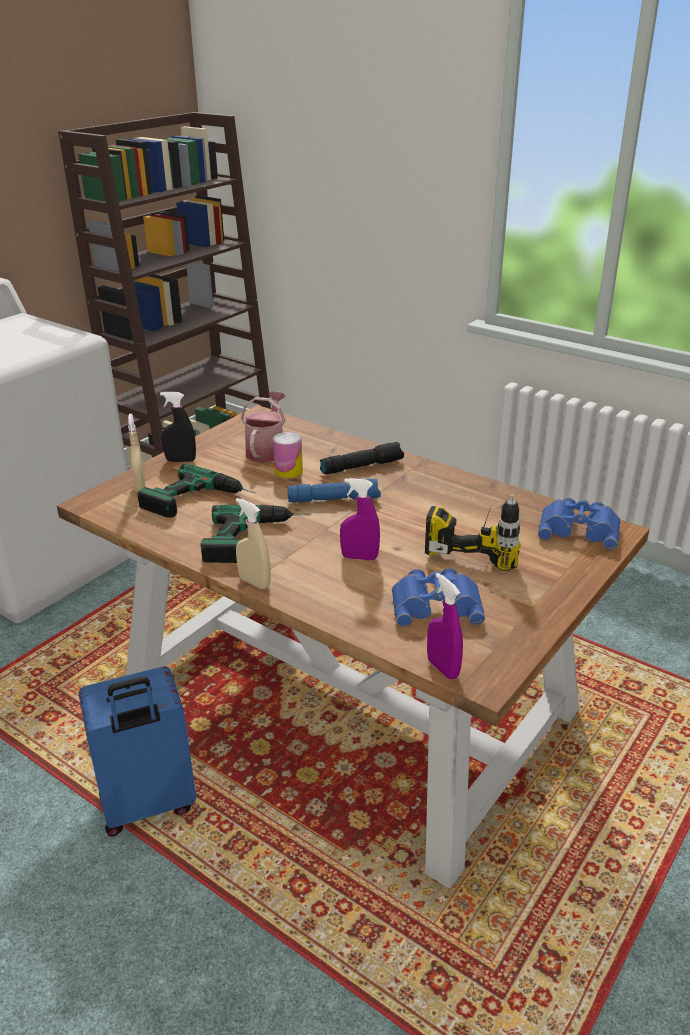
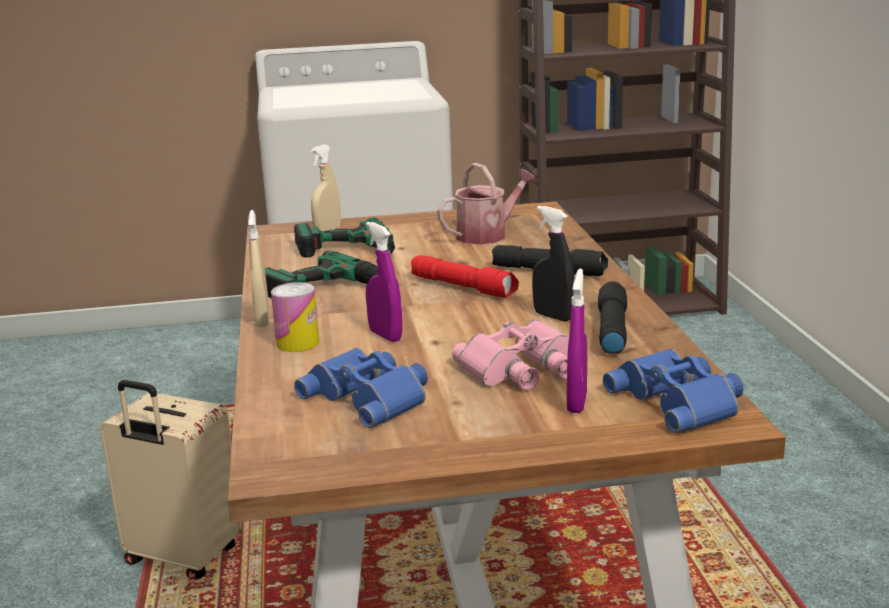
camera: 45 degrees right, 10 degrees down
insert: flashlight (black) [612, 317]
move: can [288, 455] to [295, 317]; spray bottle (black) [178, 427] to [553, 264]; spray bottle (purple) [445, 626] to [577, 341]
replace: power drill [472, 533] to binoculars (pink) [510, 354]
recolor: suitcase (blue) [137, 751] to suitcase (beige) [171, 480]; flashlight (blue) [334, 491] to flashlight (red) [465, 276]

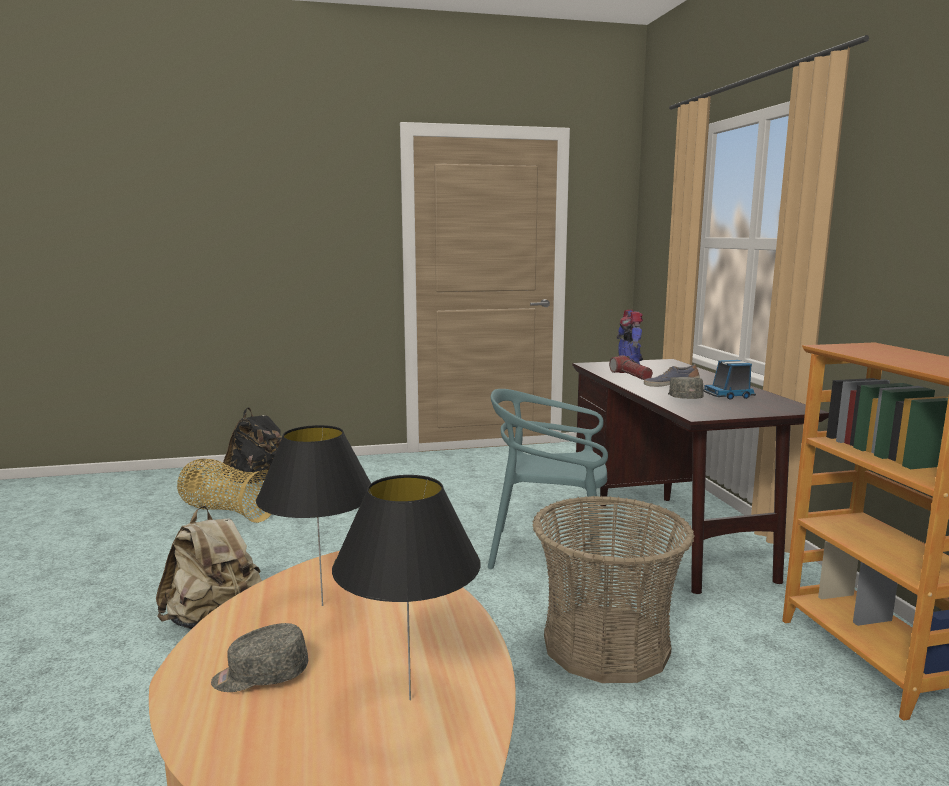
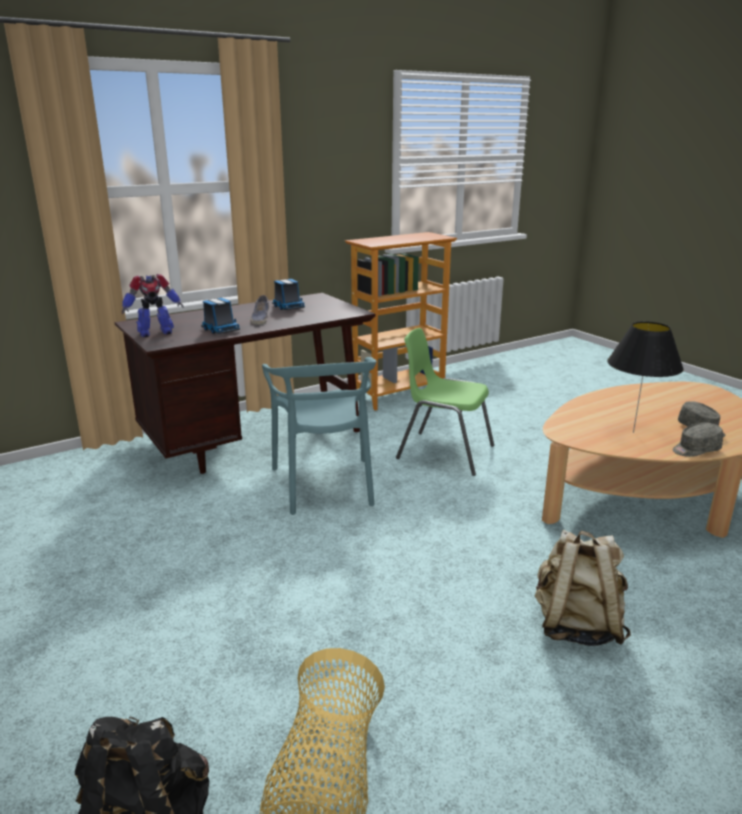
camera: 110 degrees left, 10 degrees up
delete: table lamp (black) [406, 587]
move: cap (grey) [686, 388] to [697, 439]
replace: flashlight [631, 367] to toy truck [220, 316]; basket [613, 589] to chair (green) [445, 402]

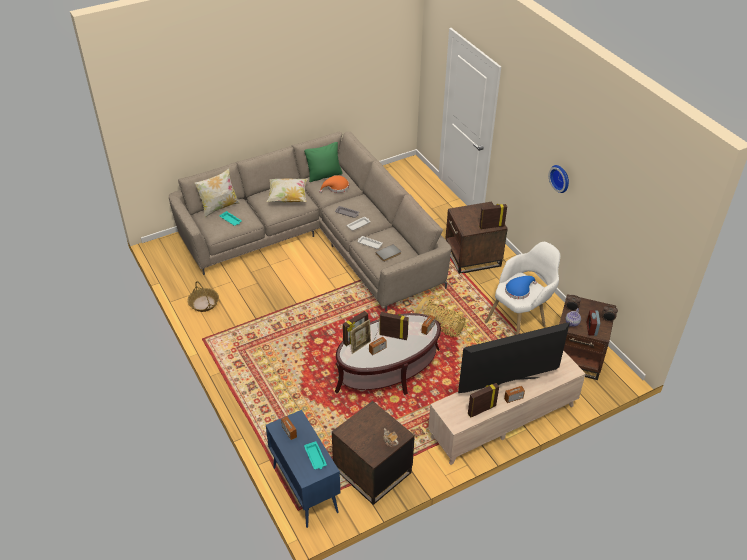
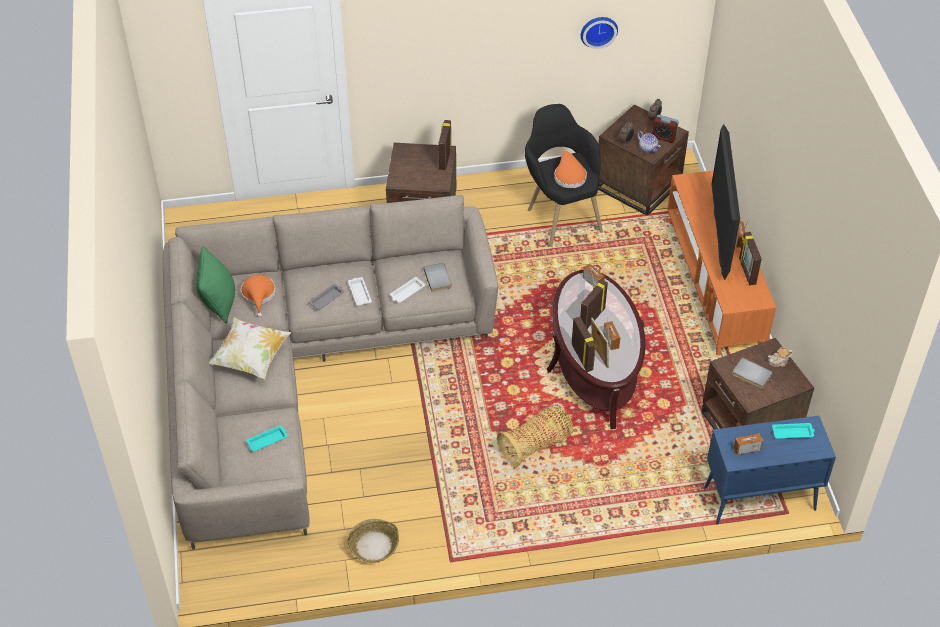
camera: 70 degrees left, 5 degrees up
delete: pillow [217, 193]
insert: book (grey) [752, 373]
move: basket [440, 317] to [535, 436]; wall clock [559, 179] to [599, 33]
recolor: armchair (white) [522, 288] to armchair (black) [564, 175]; hat (blue) [521, 287] to hat (orange) [570, 169]; tv stand (beige) [507, 407] to tv stand (orange) [721, 262]

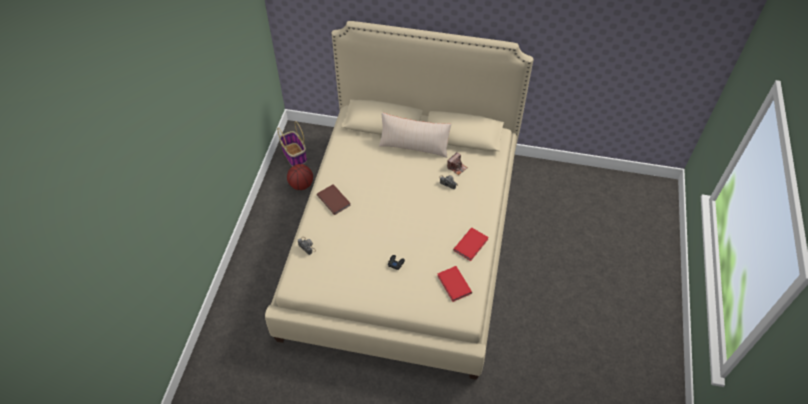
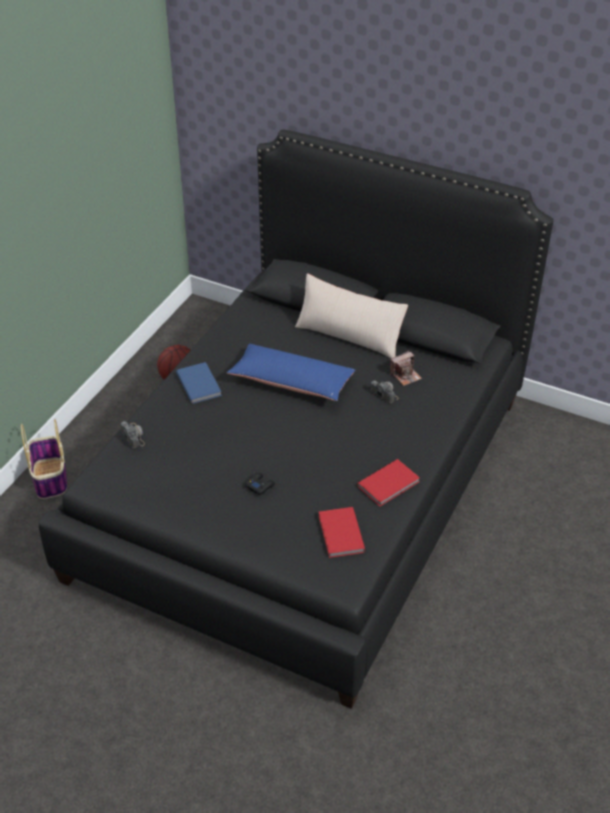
camera: 15 degrees right, 10 degrees down
insert: pillow (blue) [291, 372]
move: basket [292, 144] to [44, 459]
recolor: bed (beige) [399, 200] to bed (black) [296, 419]; book (brown) [334, 199] to book (blue) [199, 383]

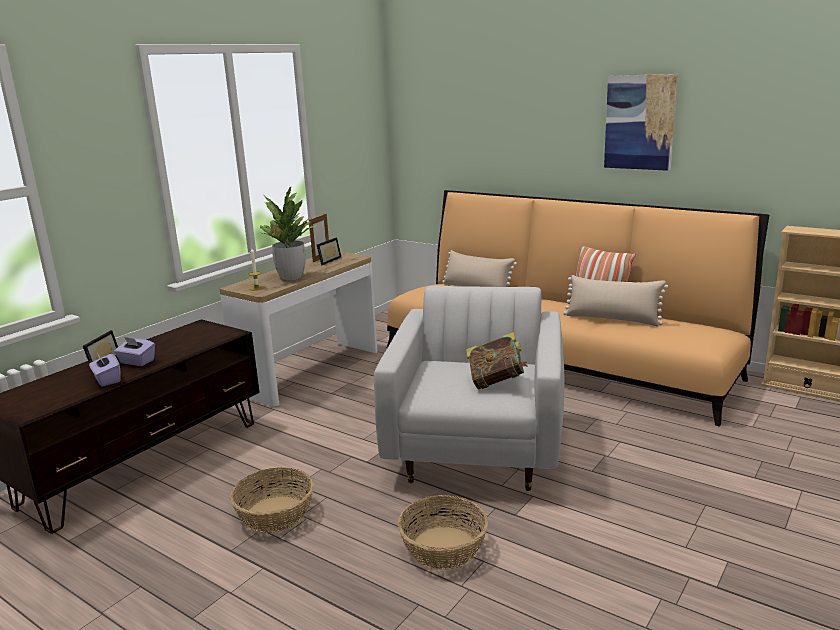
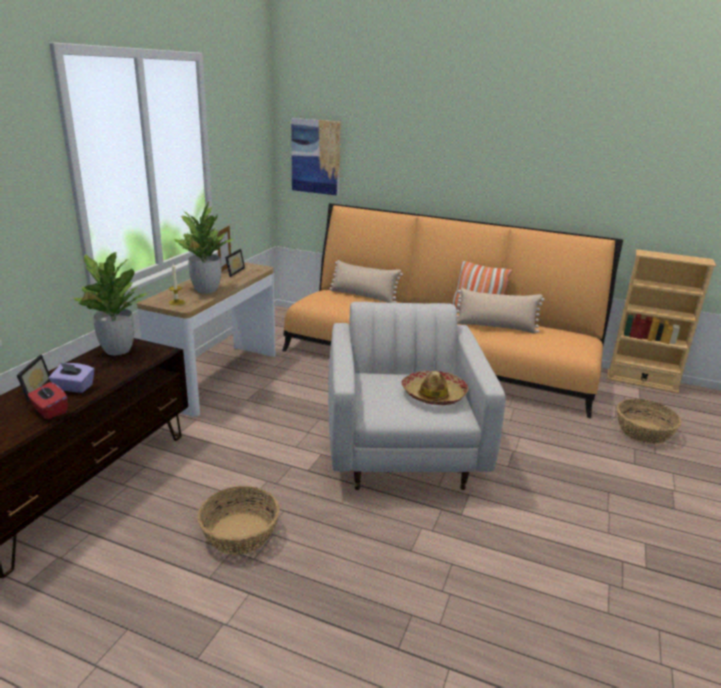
camera: 15 degrees left, 5 degrees up
insert: potted plant [110, 303]
move: picture [641, 122] to [316, 157]; basket [443, 532] to [649, 421]
replace: book [497, 360] to hat [435, 388]
recolor: tissue box (purple) [105, 369] to tissue box (red) [48, 400]

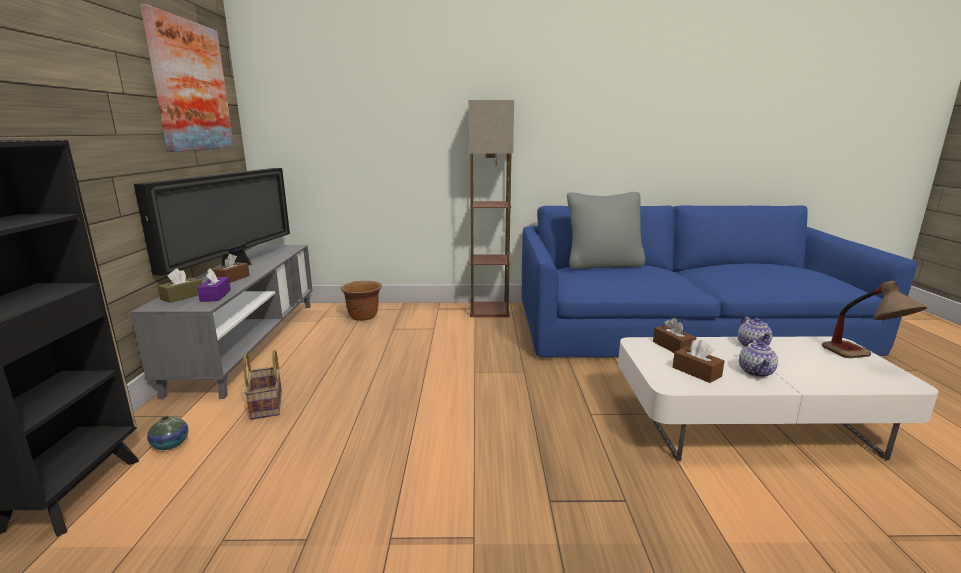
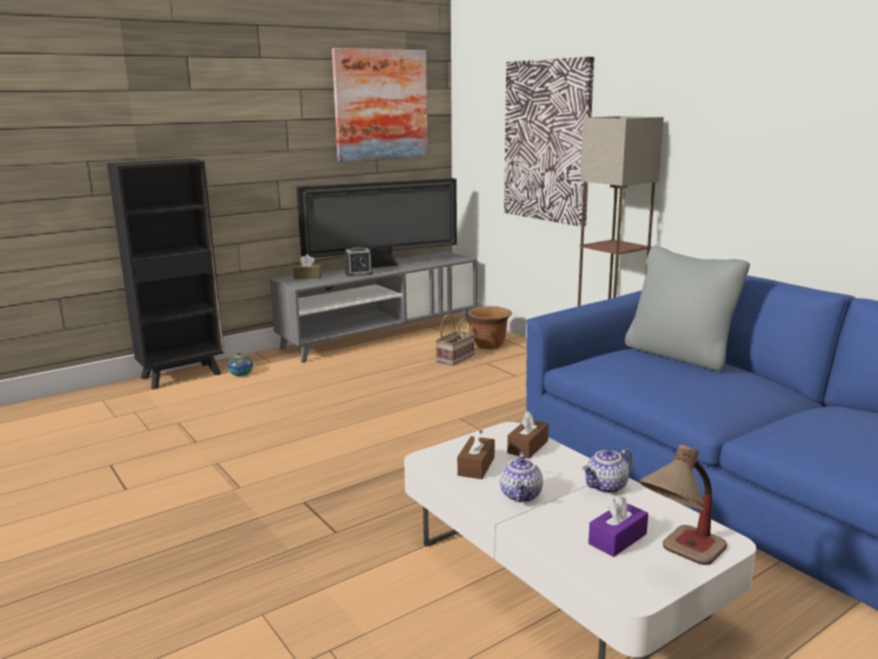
camera: 55 degrees right, 0 degrees up
insert: picture [549, 142]
move: basket [262, 385] to [455, 340]; tissue box (purple) [214, 285] to [618, 525]
replace: tissue box (brown) [231, 268] to alarm clock [358, 261]
rotate: teapot [758, 358] = [521, 477] 60 degrees counterclockwise

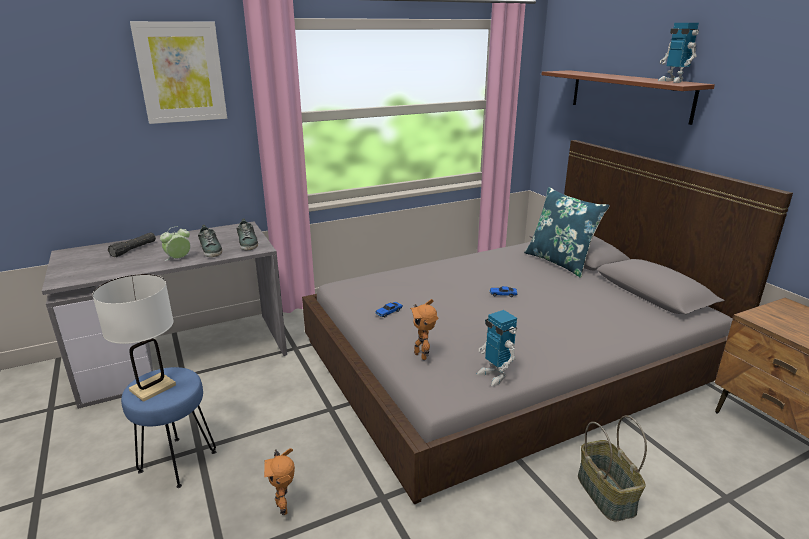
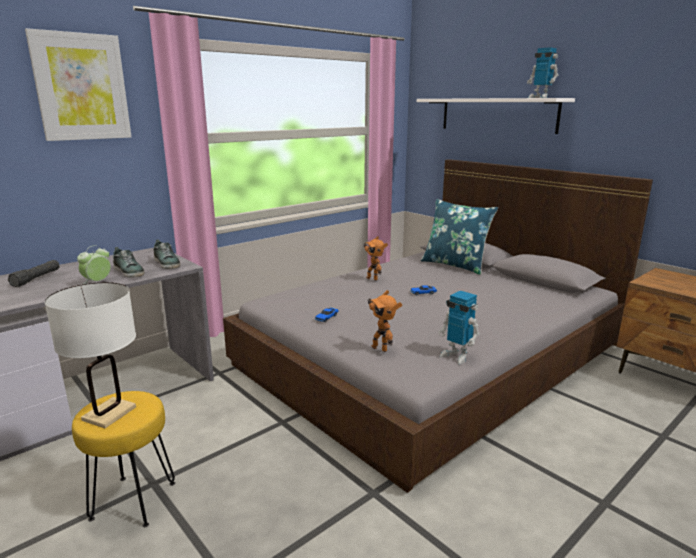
camera: 15 degrees left, 5 degrees down
delete: basket [612, 468]
move: toy robot [279, 482] to [375, 258]
recolor: stool (blue) [168, 427] to stool (yellow) [123, 459]; shelf (brown) [628, 97] to shelf (white) [496, 116]

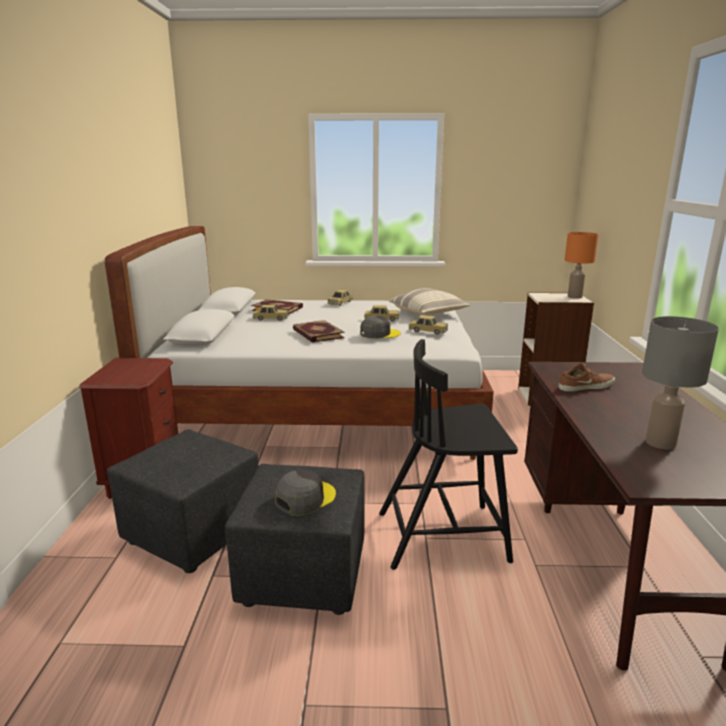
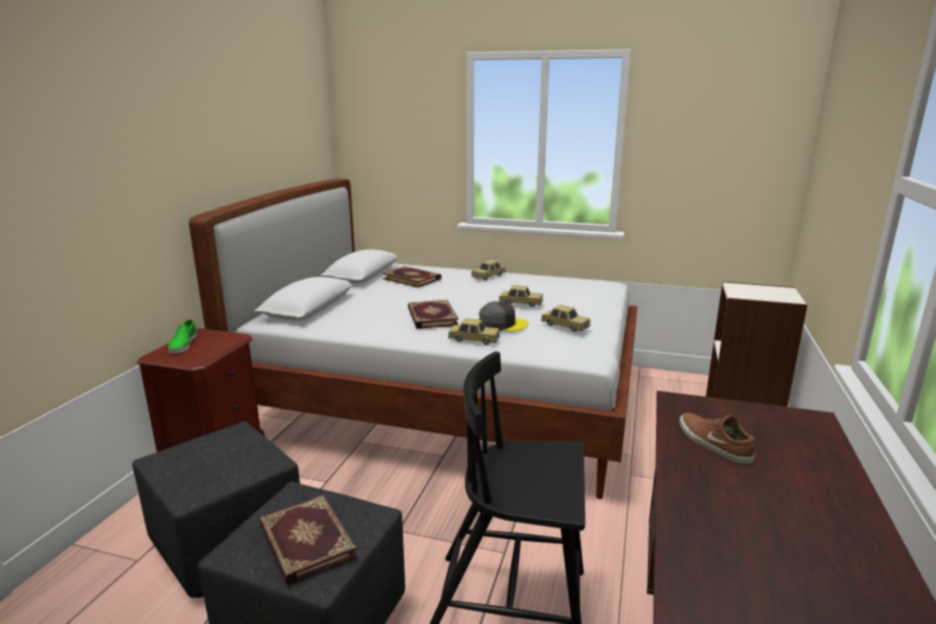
camera: 15 degrees right, 0 degrees up
delete: pillow [429, 301]; table lamp (orange) [582, 265]; table lamp (grey) [680, 383]
insert: shoe (green) [182, 336]
move: toy car [270, 313] to [474, 331]
replace: cap (grey) [305, 493] to book [308, 540]
rotate: shoe (brown) [586, 377] = [717, 438] 120 degrees counterclockwise

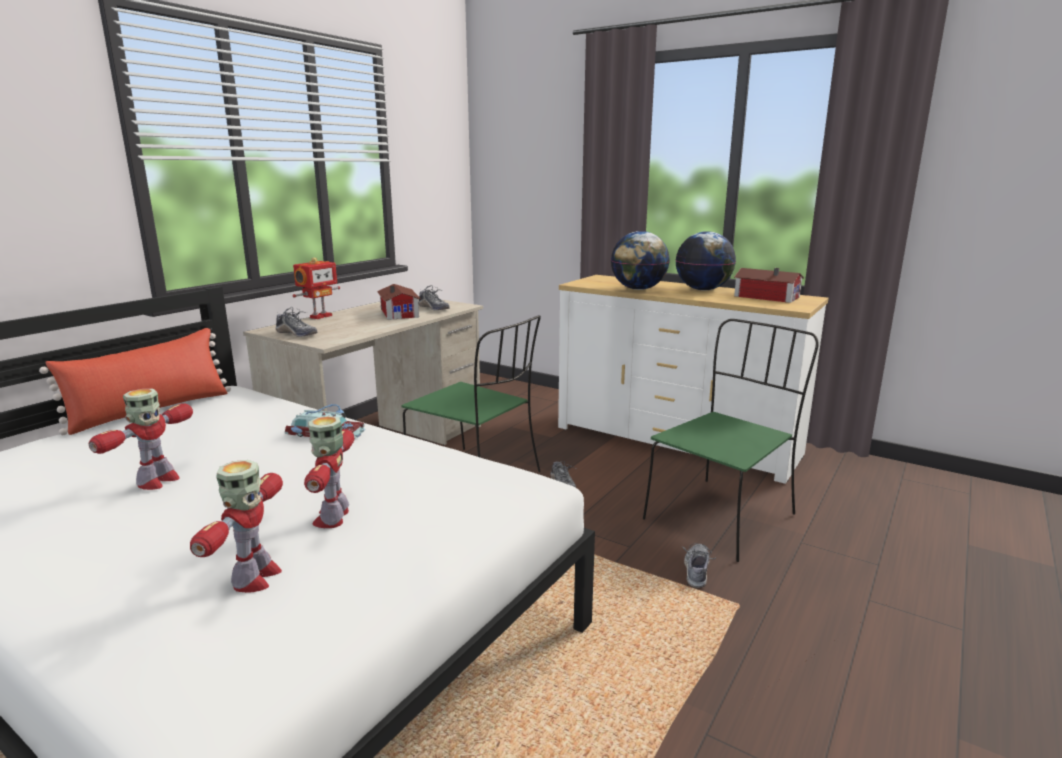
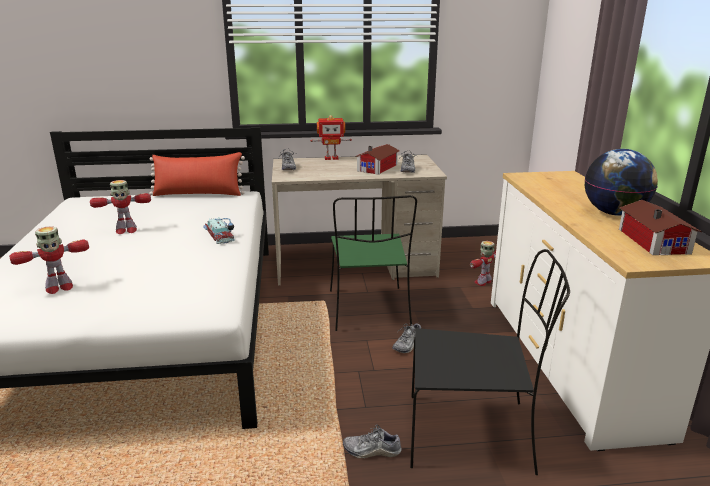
camera: 50 degrees right, 5 degrees up
delete: globe [640, 260]
move: toy robot [329, 472] to [483, 263]
recolor: chair (green) [731, 440] to chair (black) [490, 362]
rotate: shoe [699, 565] = [372, 441] 150 degrees counterclockwise

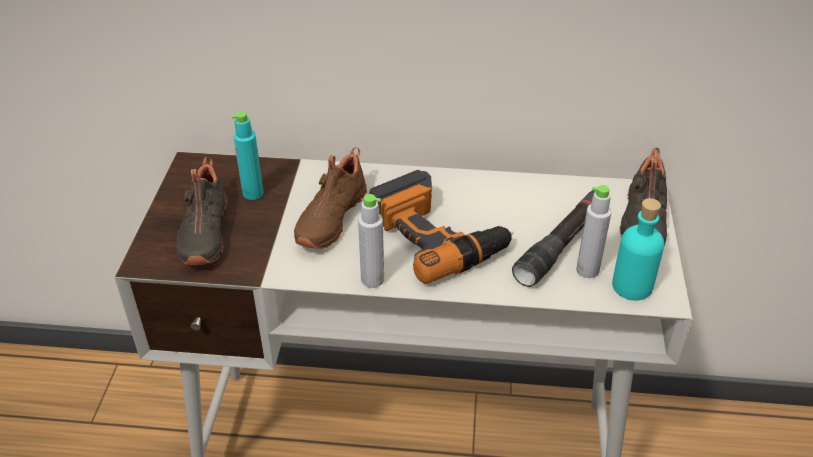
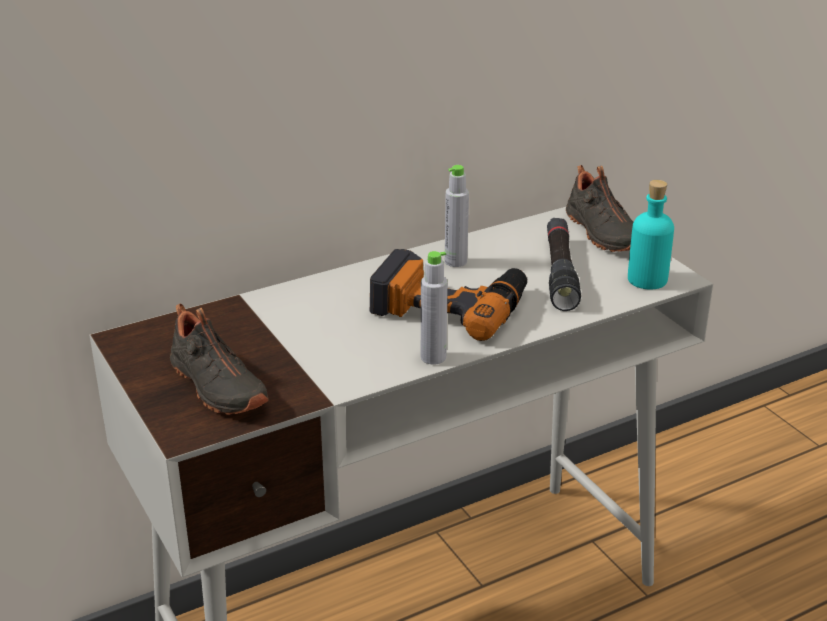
camera: 35 degrees left, 10 degrees down
delete: bottle (turquoise) [247, 155]; shoe (brown) [330, 198]
move: bottle (grey) [594, 231] to [457, 216]

